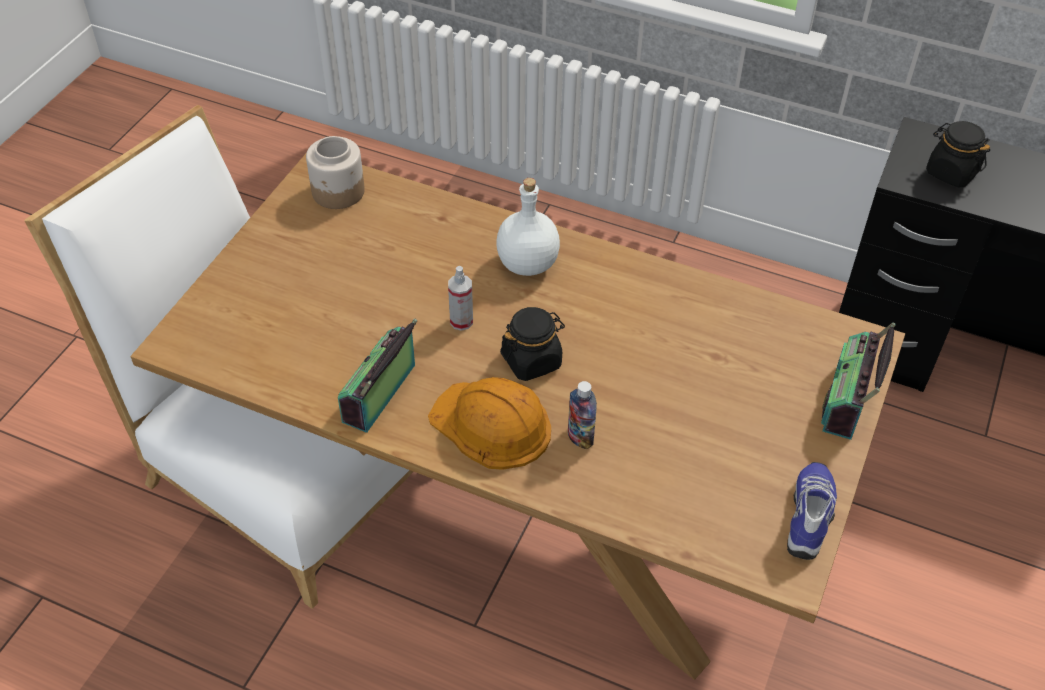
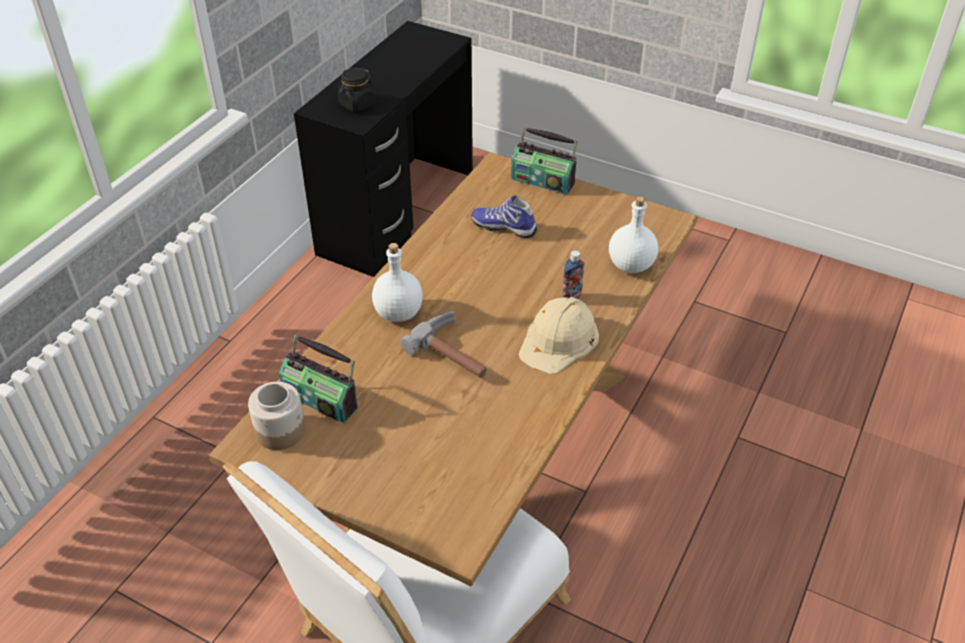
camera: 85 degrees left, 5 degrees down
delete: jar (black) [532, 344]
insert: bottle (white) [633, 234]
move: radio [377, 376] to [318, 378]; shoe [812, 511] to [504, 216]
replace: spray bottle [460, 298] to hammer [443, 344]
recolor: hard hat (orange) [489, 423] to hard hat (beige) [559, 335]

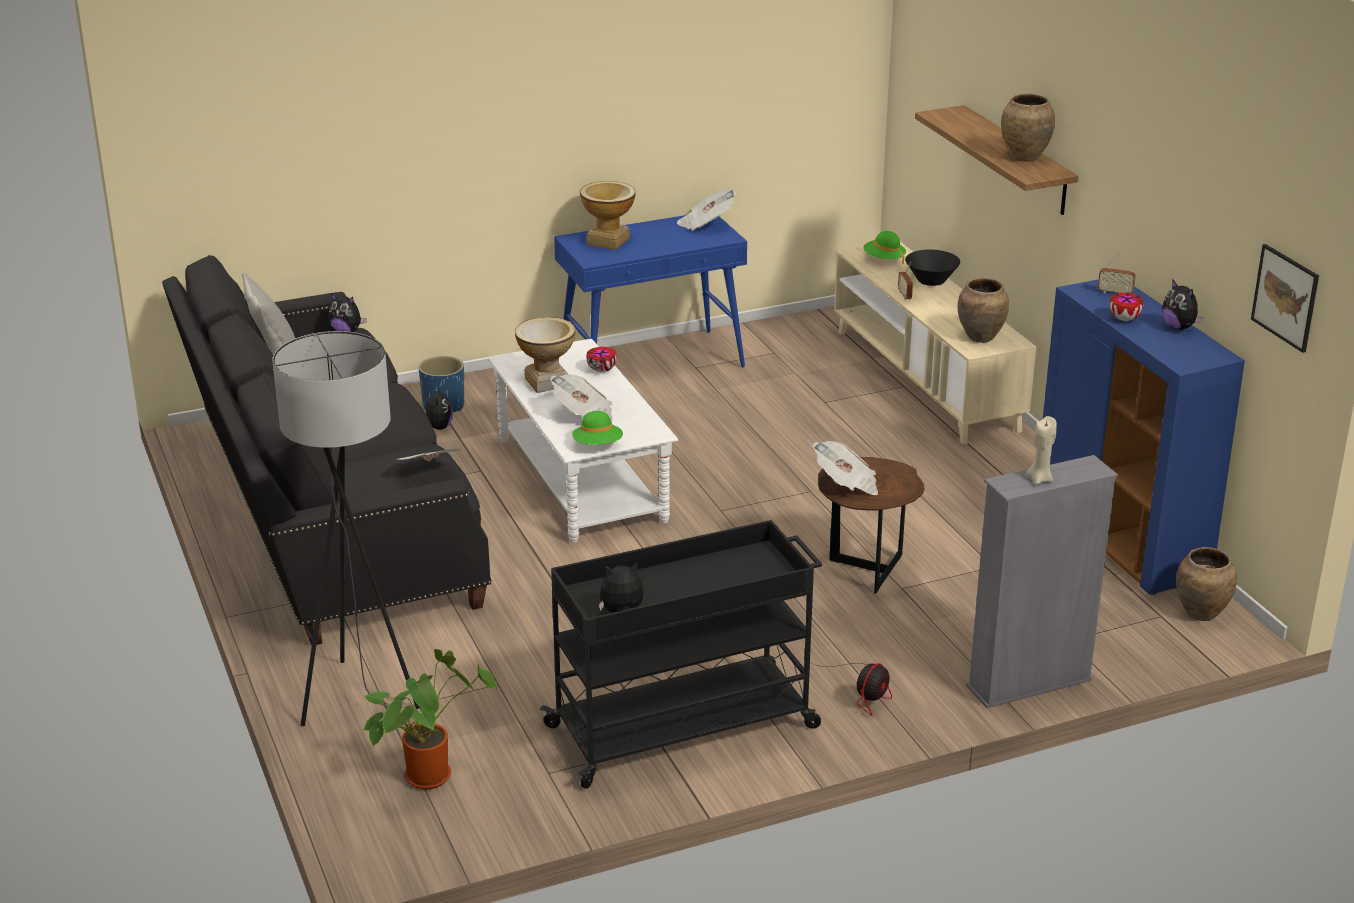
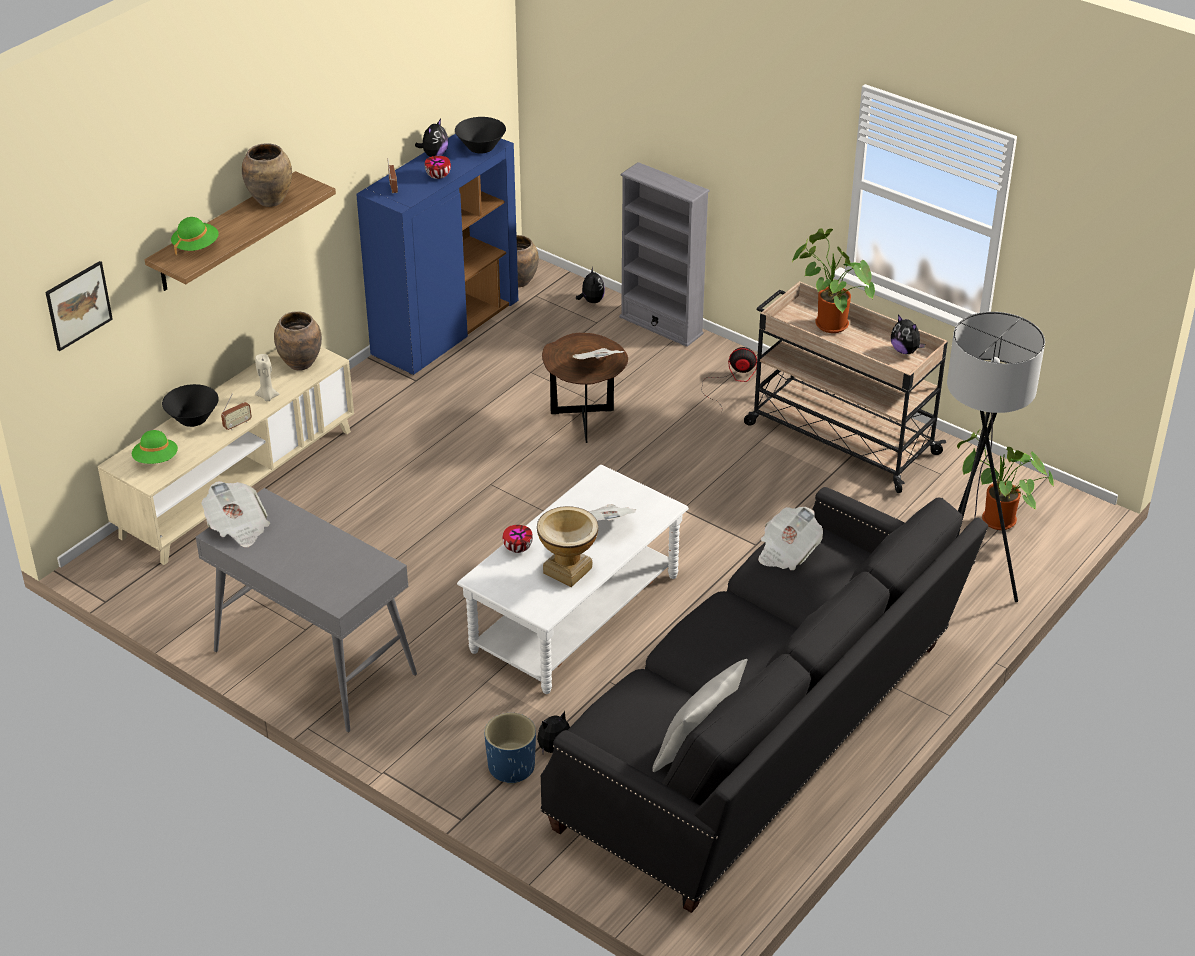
camera: 120 degrees left, 10 degrees up
delete: vase [608, 215]
insert: bowl (black) [480, 135]; potted plant [833, 280]
move: picture [1285, 298] to [79, 306]; hat (green) [597, 428] to [195, 236]; candle (beige) [1042, 450] to [267, 377]; plush toy [348, 312] to [590, 285]
recolor: console table (blue) [650, 291] to console table (grey) [306, 610]; cart (black) [681, 654] to cart (beige) [846, 387]

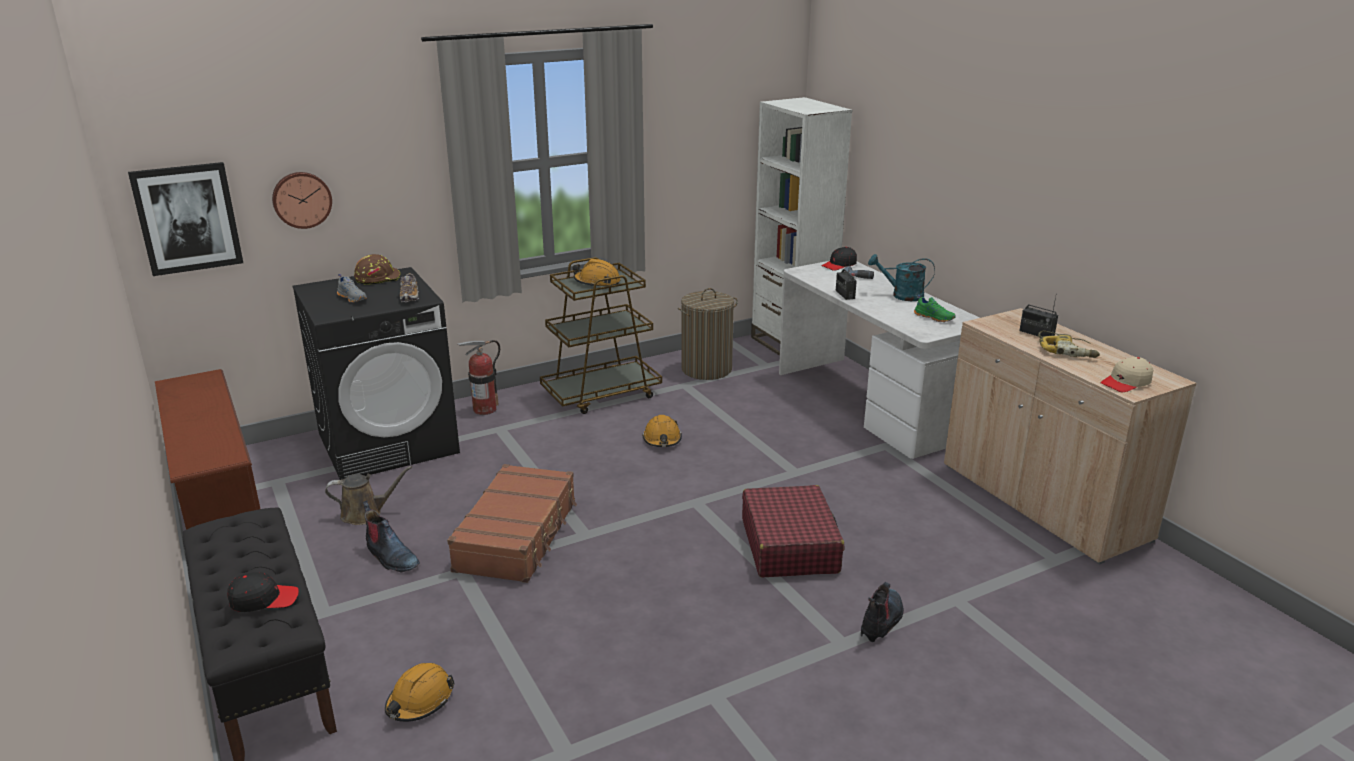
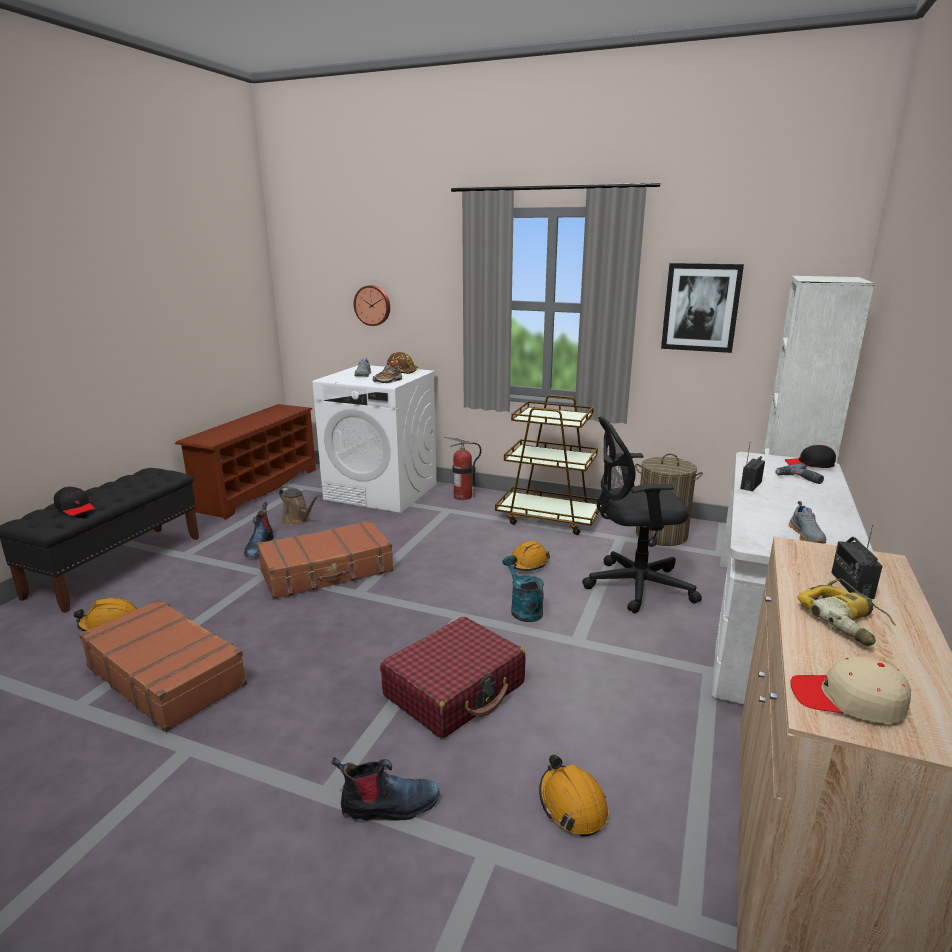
camera: 50 degrees right, 5 degrees down
insert: suitcase (brown) [163, 665]; office chair (black) [642, 515]
move: watering can (turquoise) [901, 277] to [523, 589]; hard hat (orange) [597, 273] to [574, 795]; picture [185, 219] to [702, 308]
recolor: washing machine (black) [376, 373] to washing machine (white) [375, 439]; shoe (green) [935, 308] to shoe (grey) [807, 522]

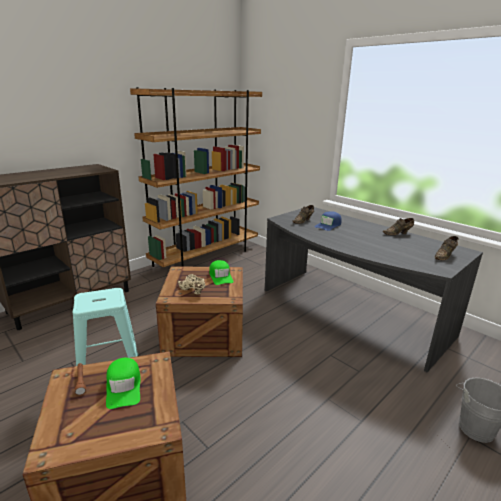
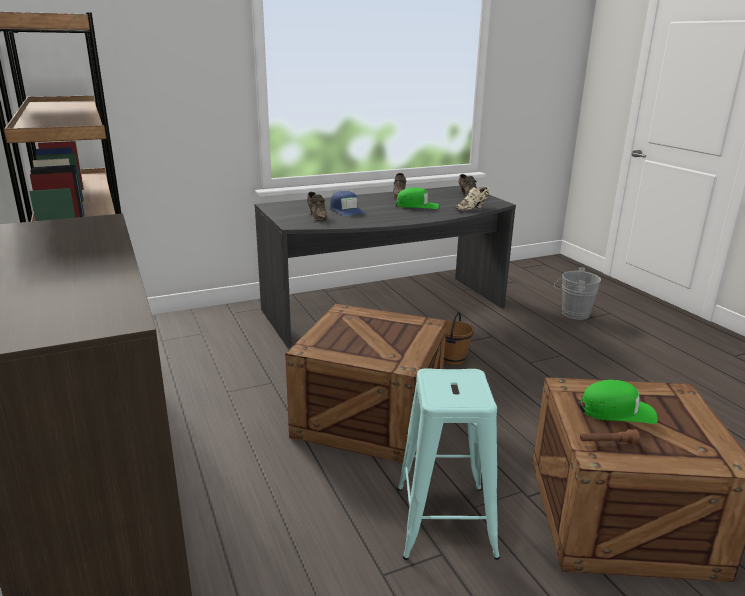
camera: 70 degrees left, 0 degrees up
insert: bucket (brown) [459, 338]
move: cap (green) [221, 272] to [417, 198]; shoe (beige) [192, 284] to [472, 198]

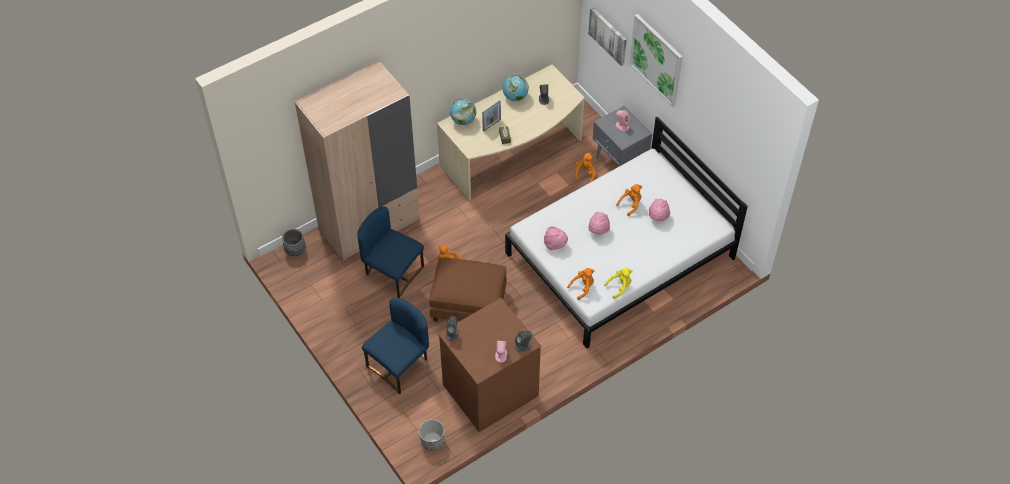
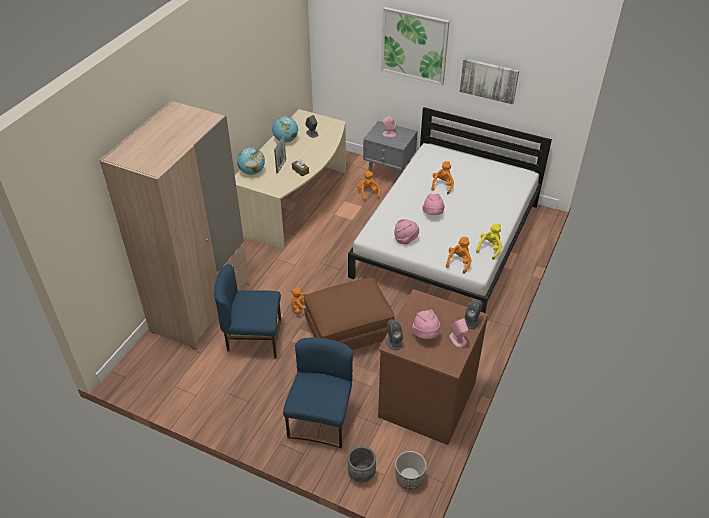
camera: 30 degrees left, 10 degrees down
move: planter (grey) [293, 242] to [362, 464]; hat (pink) [659, 210] to [426, 324]; picture [607, 36] to [489, 81]

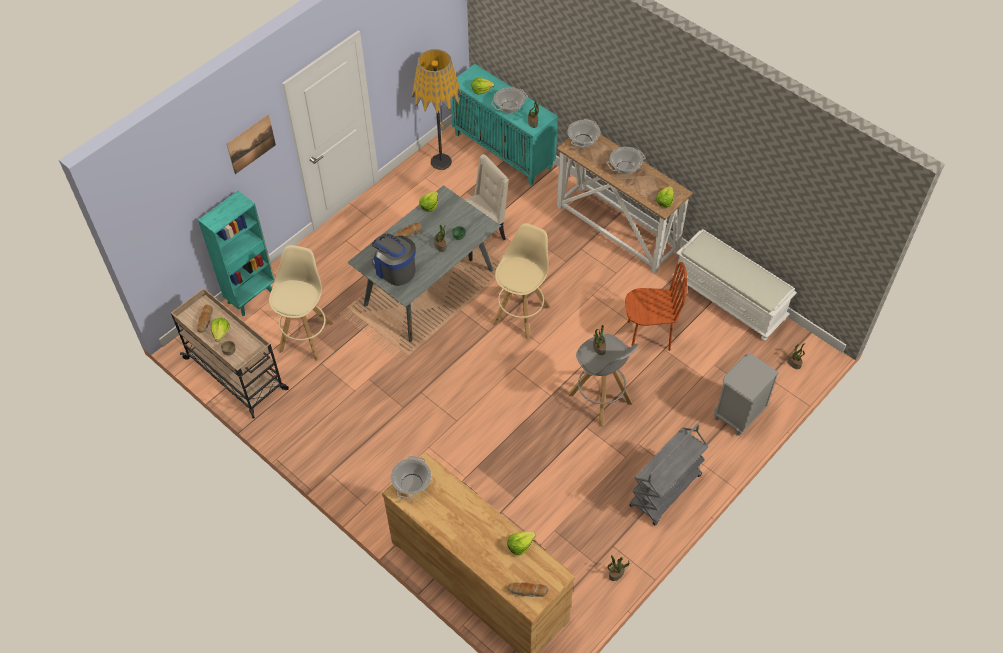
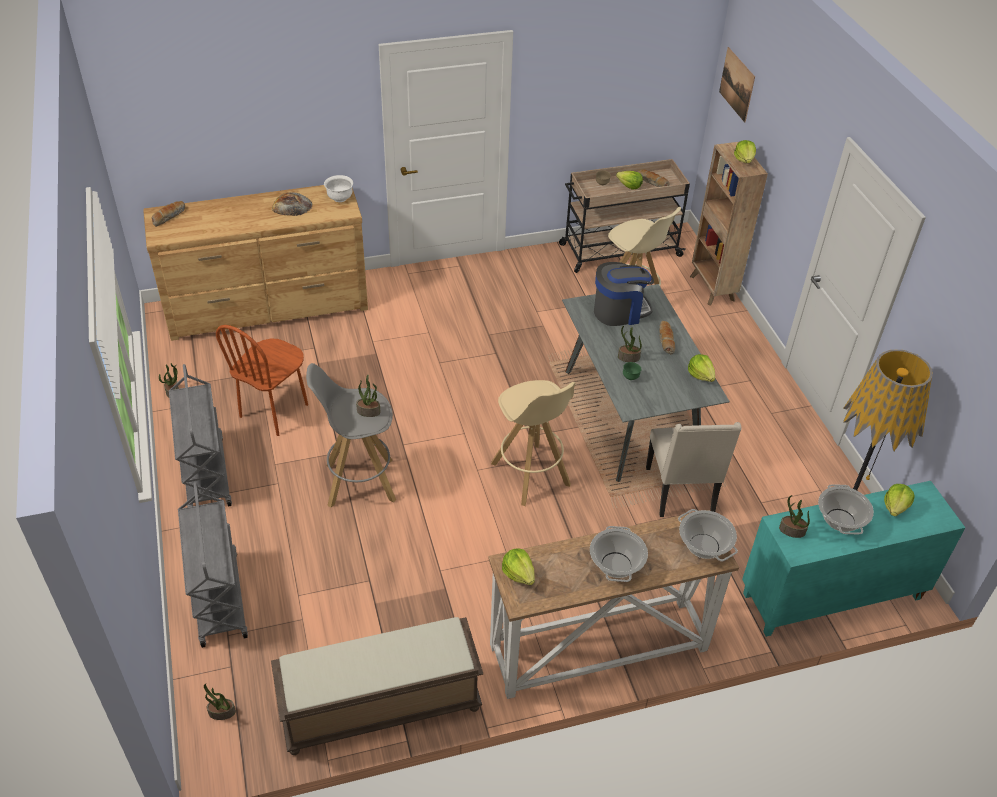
camera: 120 degrees right, 10 degrees down
insert: bread [292, 204]
move: chair (brown) [656, 306] to [262, 380]; picture [251, 144] to [737, 84]; lettuce [521, 543] to [745, 151]
replace: nightstand (grey) [746, 395] to cart (grey) [213, 565]; cooking pot [411, 477] to bowl (white) [338, 188]
recolor: bench (white) [734, 285] to bench (brown) [377, 686]; bookcase (turquoise) [236, 253] to bookcase (brown) [729, 223]

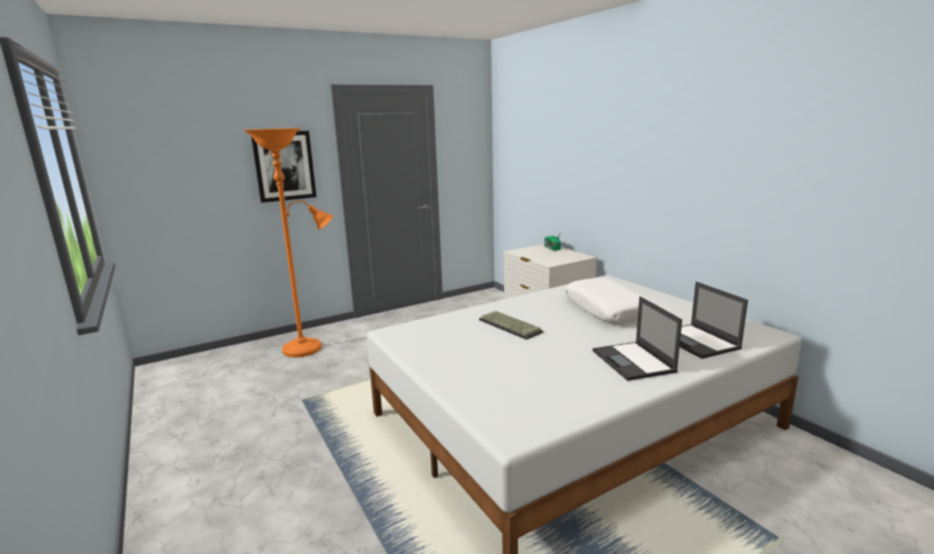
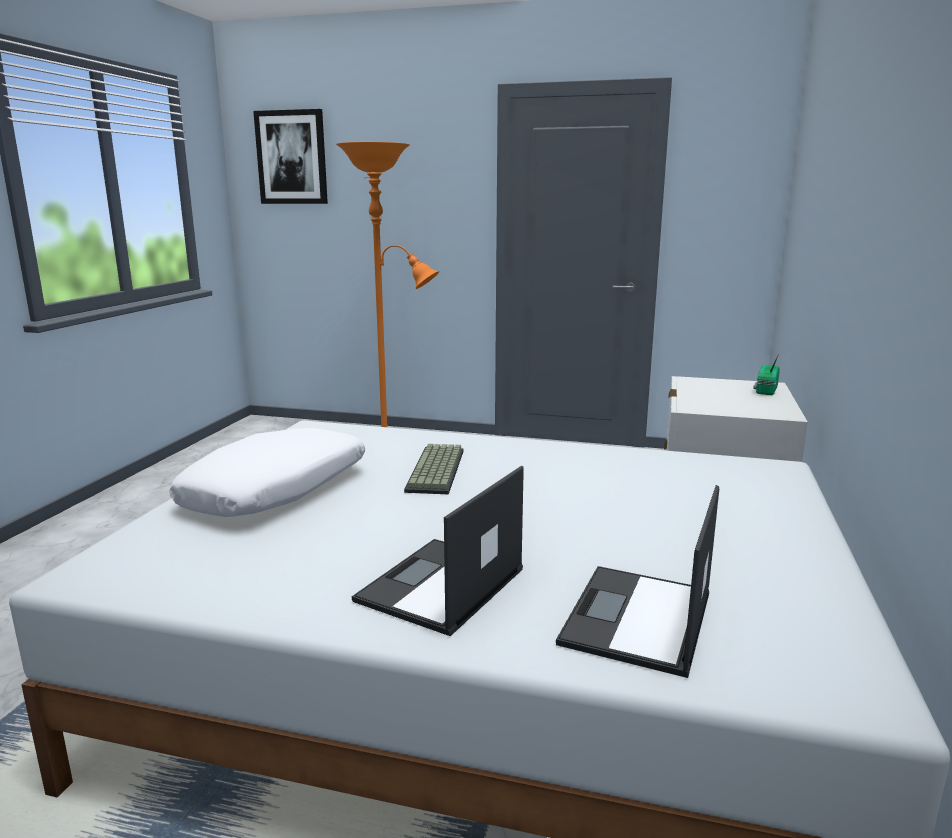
camera: 45 degrees right, 0 degrees up
move: pillow (white) [608, 300] to [267, 472]; picture [284, 167] to [290, 156]

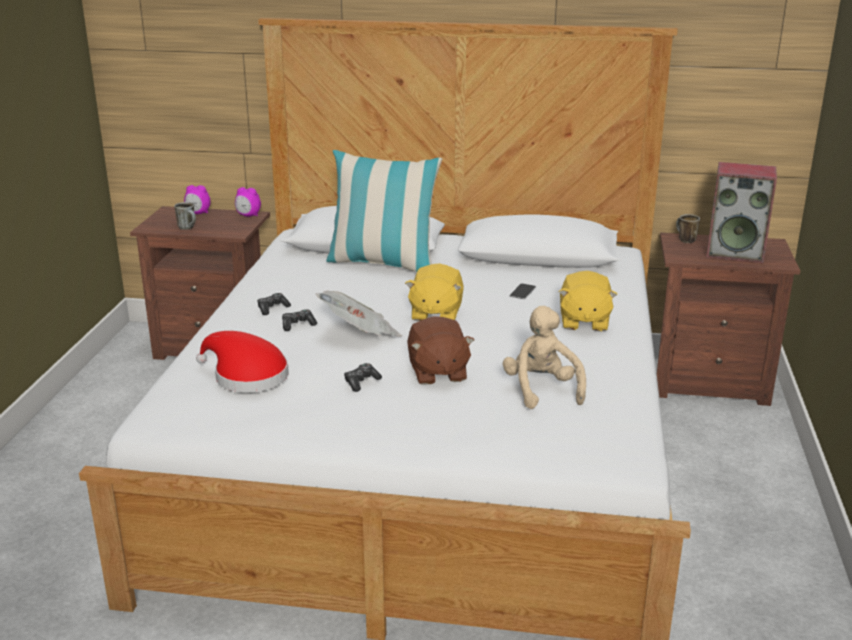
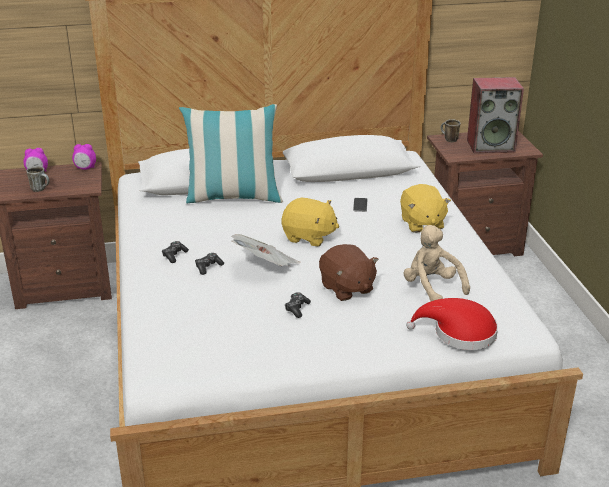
camera: 20 degrees left, 5 degrees up
move: hat (red) [242, 361] to [452, 324]
rotate: plush toy (yellow) [434, 292] = [310, 222] 60 degrees counterclockwise

